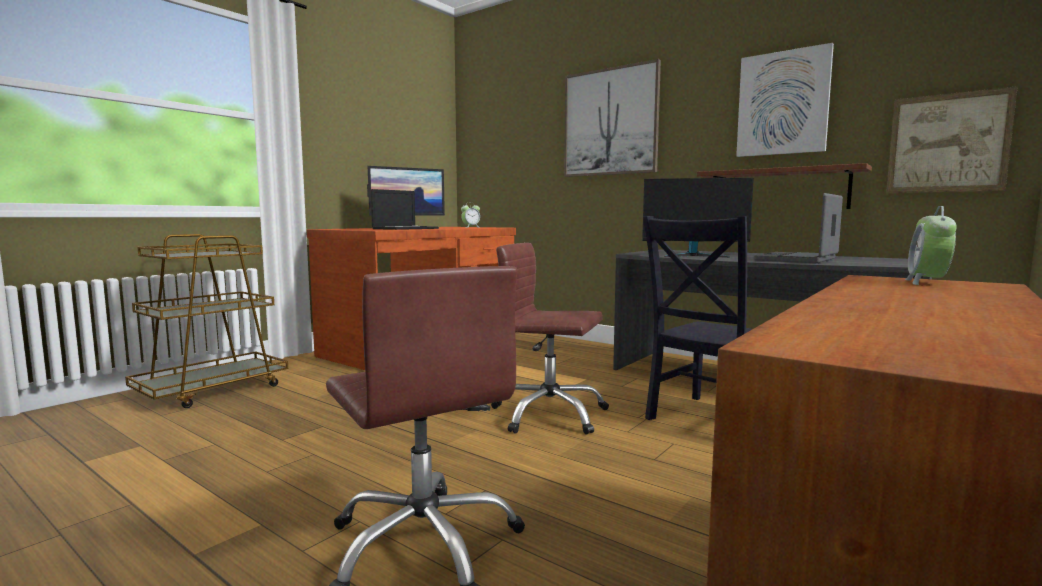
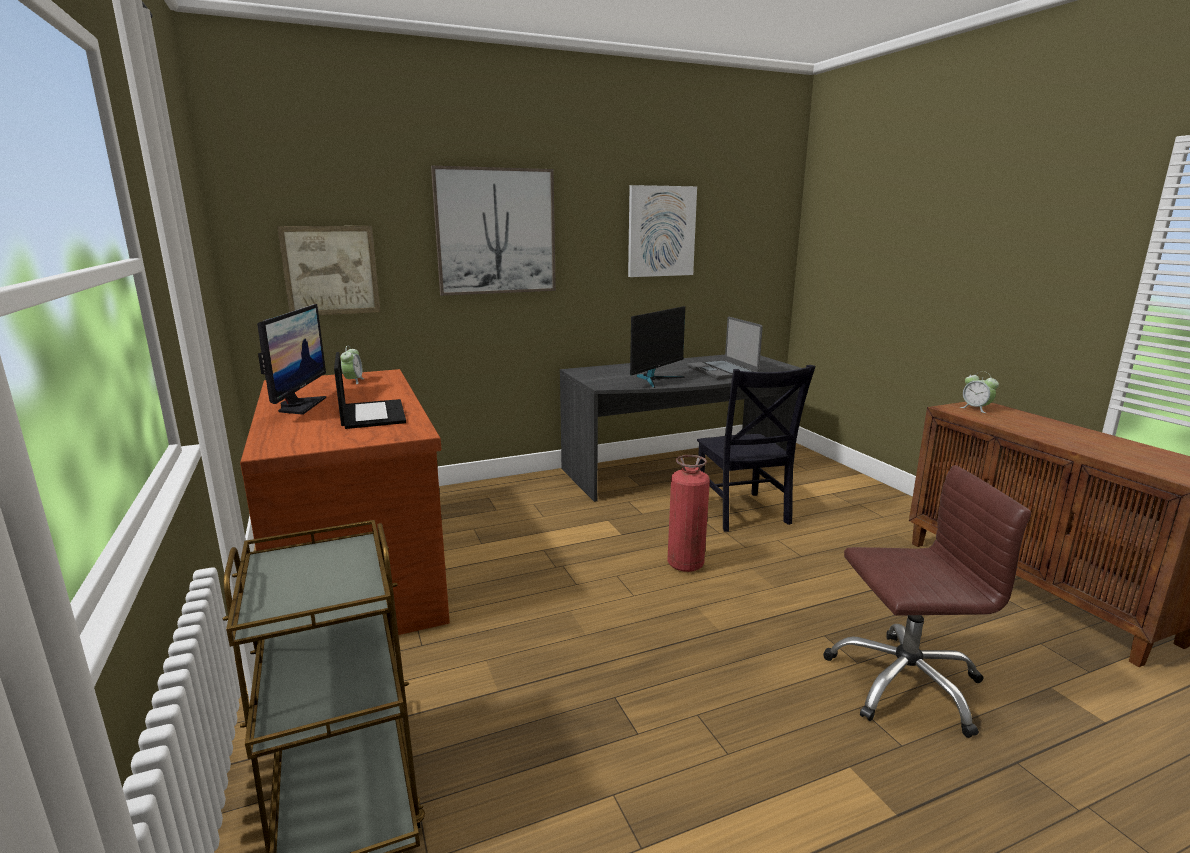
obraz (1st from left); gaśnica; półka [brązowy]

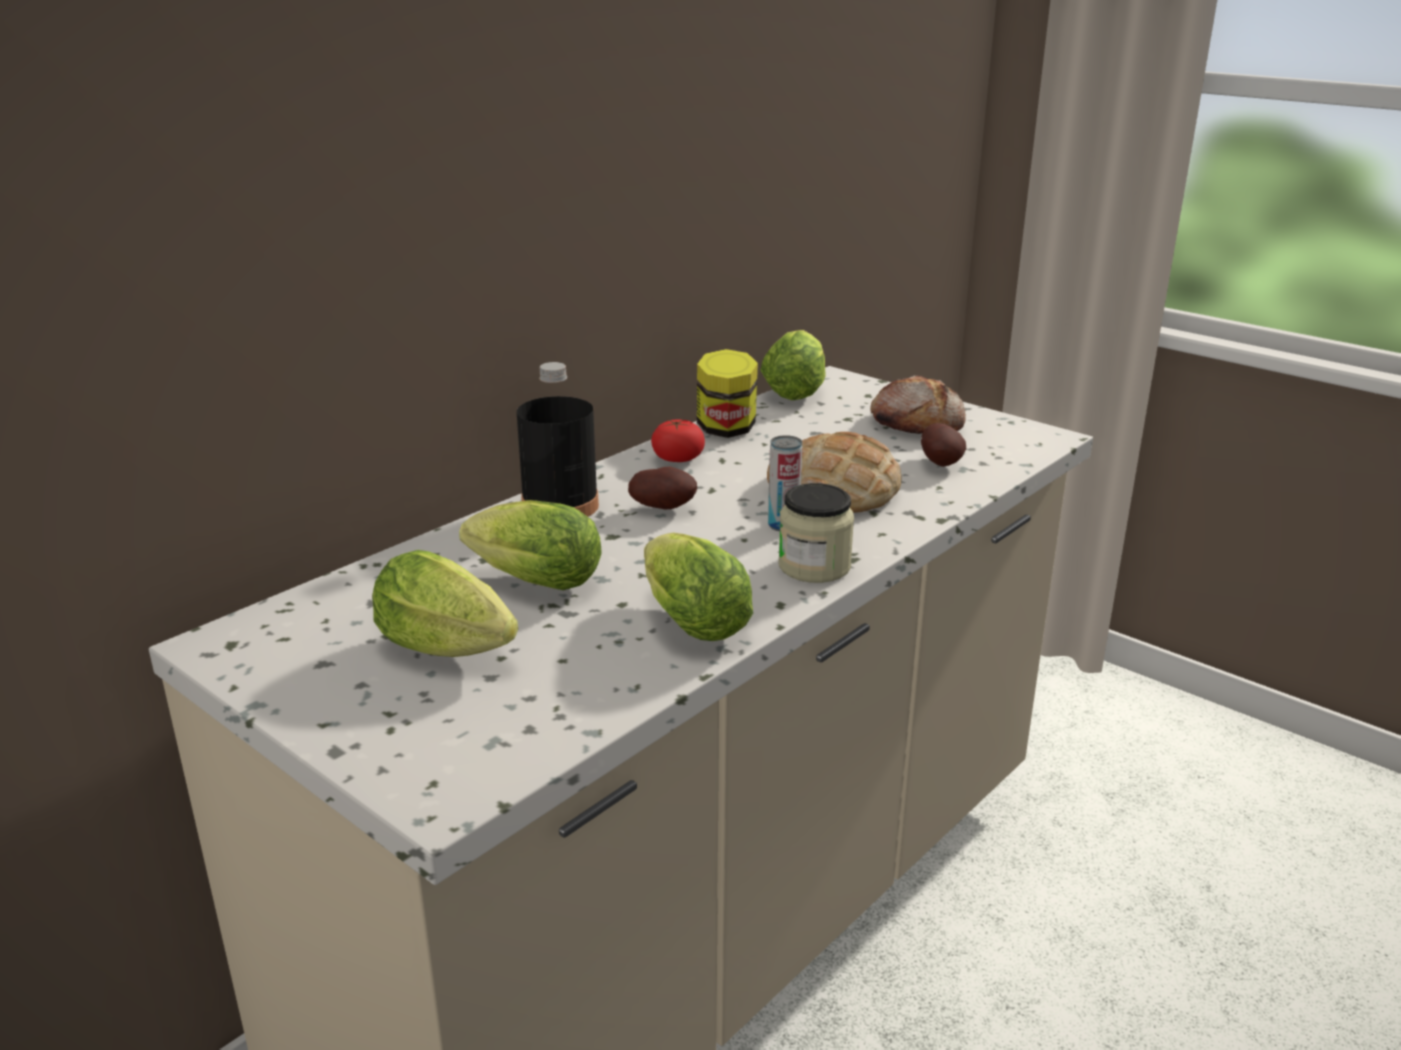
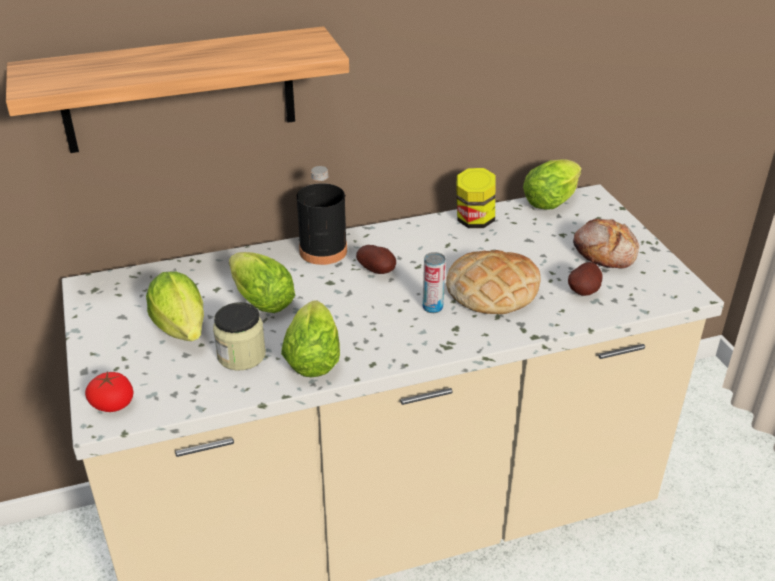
półka; pomidor; słoik (1st from left)

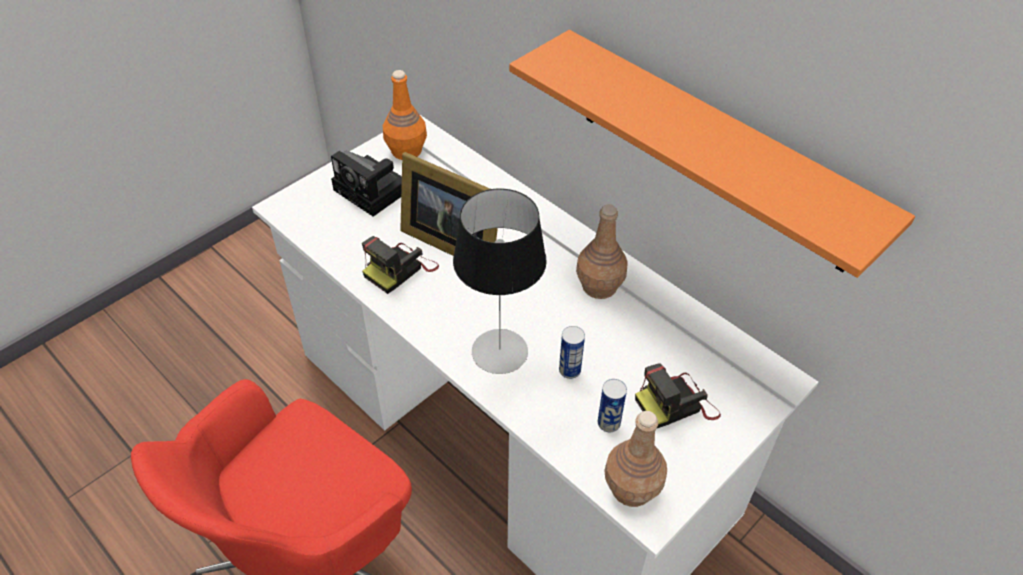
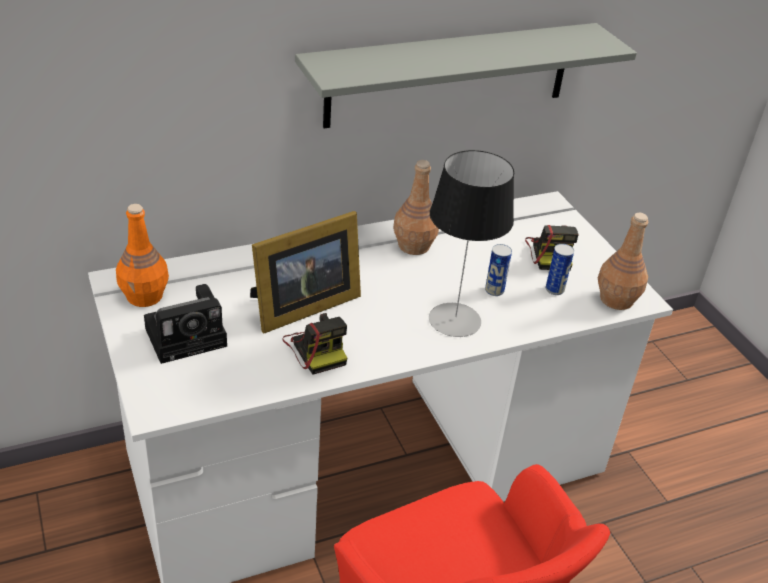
półka [szary]

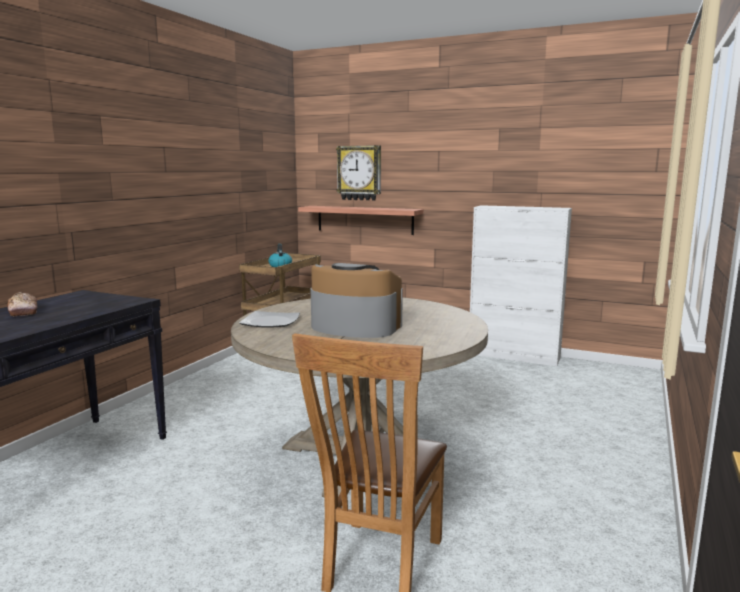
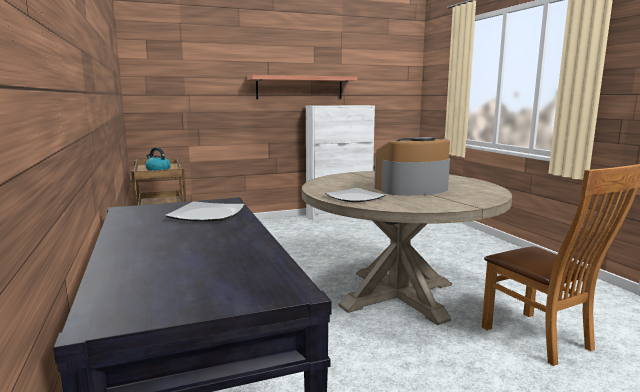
talerz (1st from left); półka; chleb; zegar ścienny

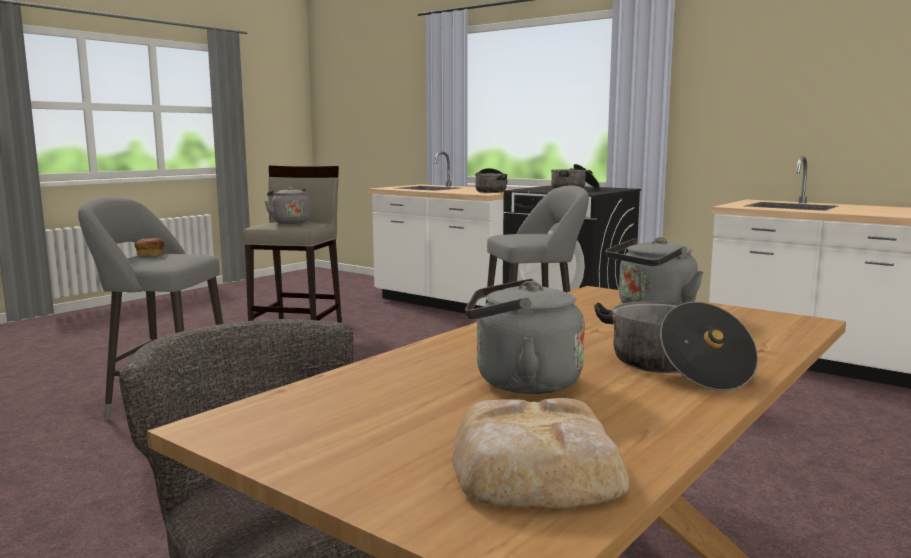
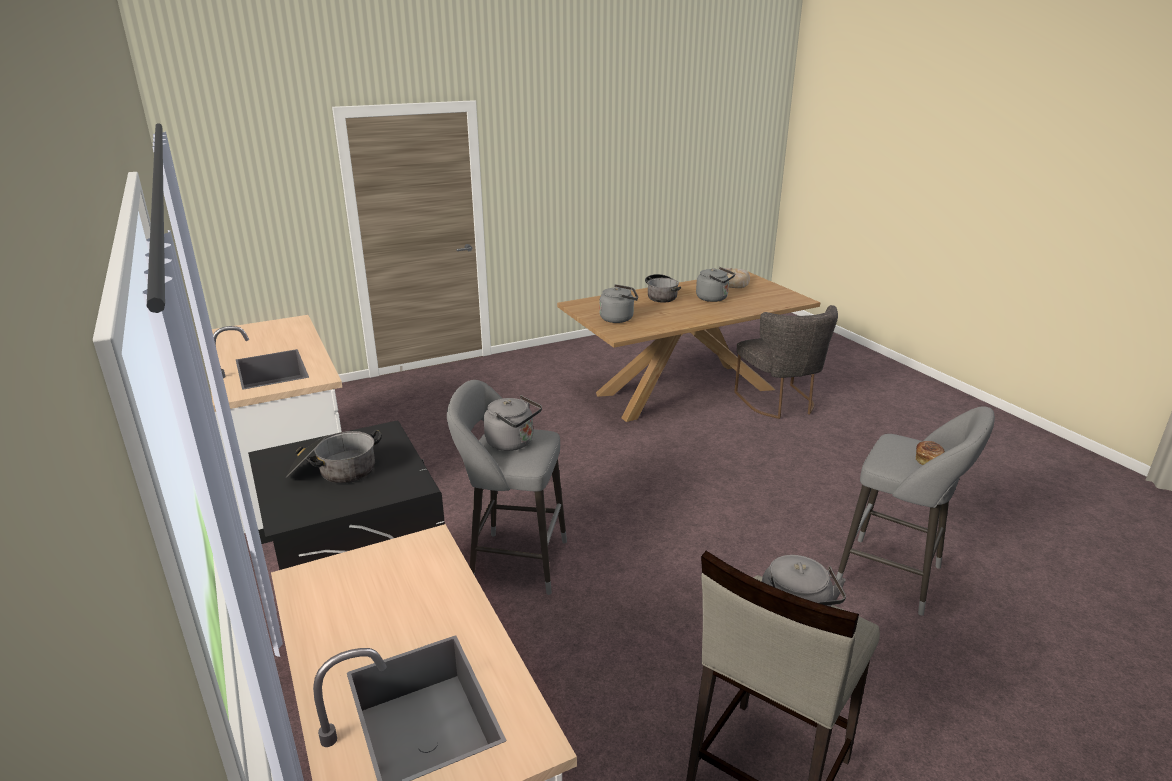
czajnik [szary] (1st from left); garnek (1st from left in the first image)

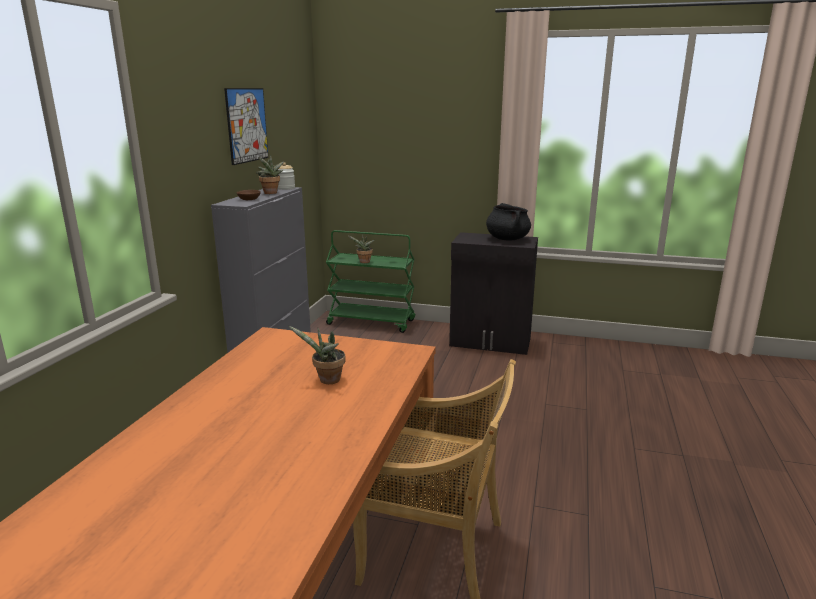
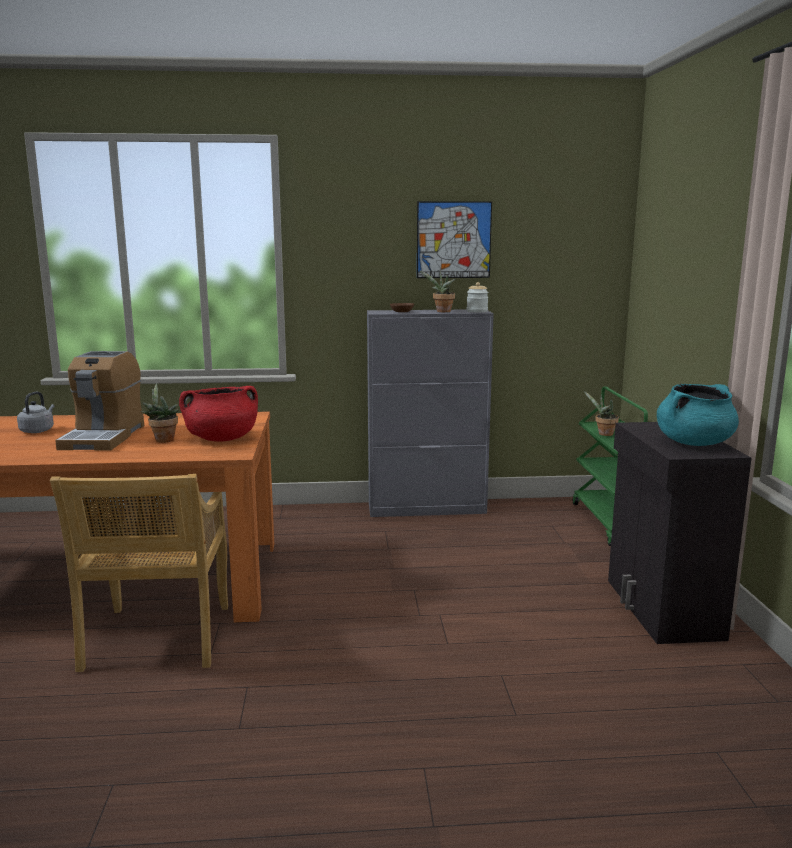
czajnik [szary]; ekspres do kawy; garnek [czerwony]; garnek [turkusowy]

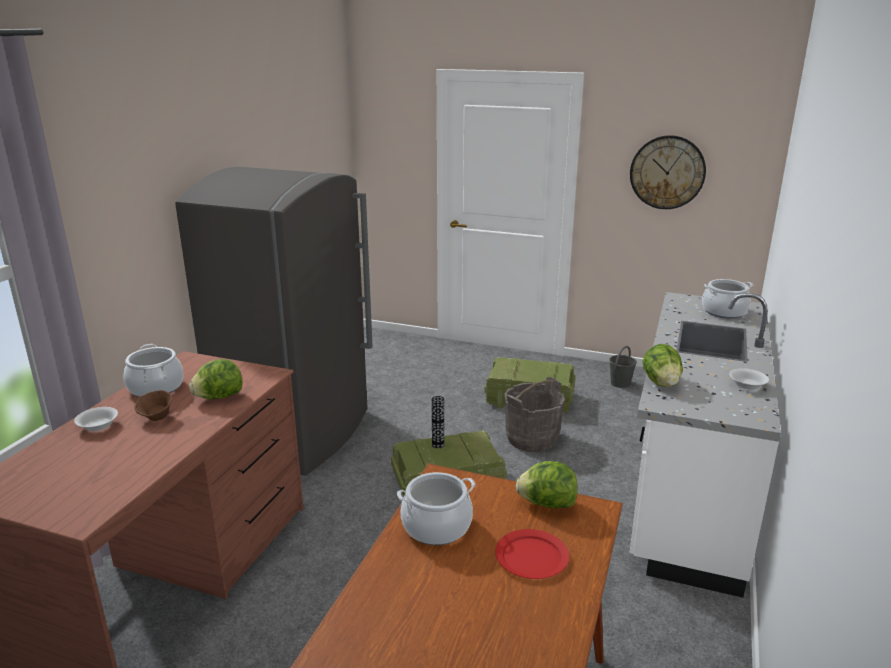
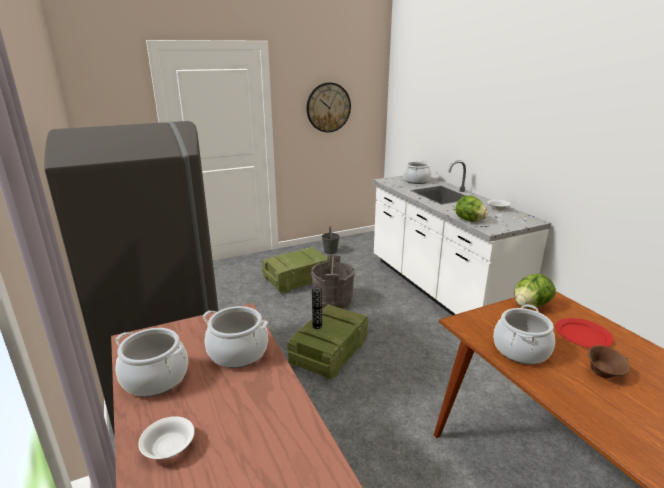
garnek (2nd from left); miska [brązowy]

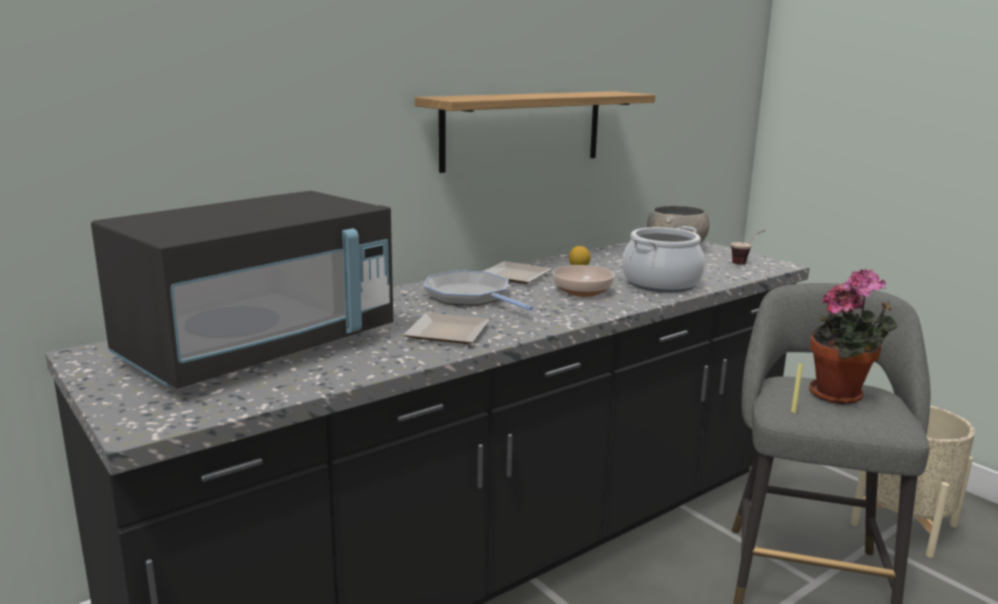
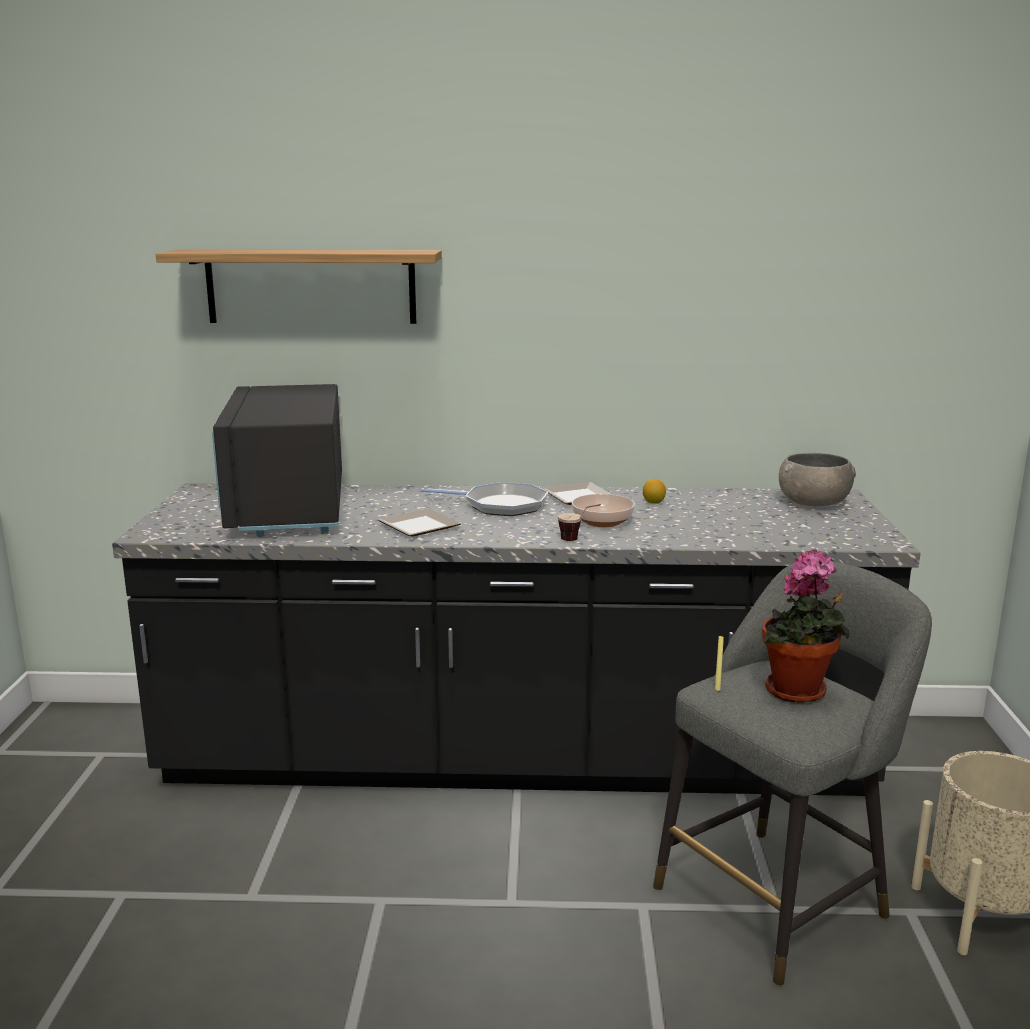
półka; mikrofalówka [czarny]; patelnia; filiżanka; garnek

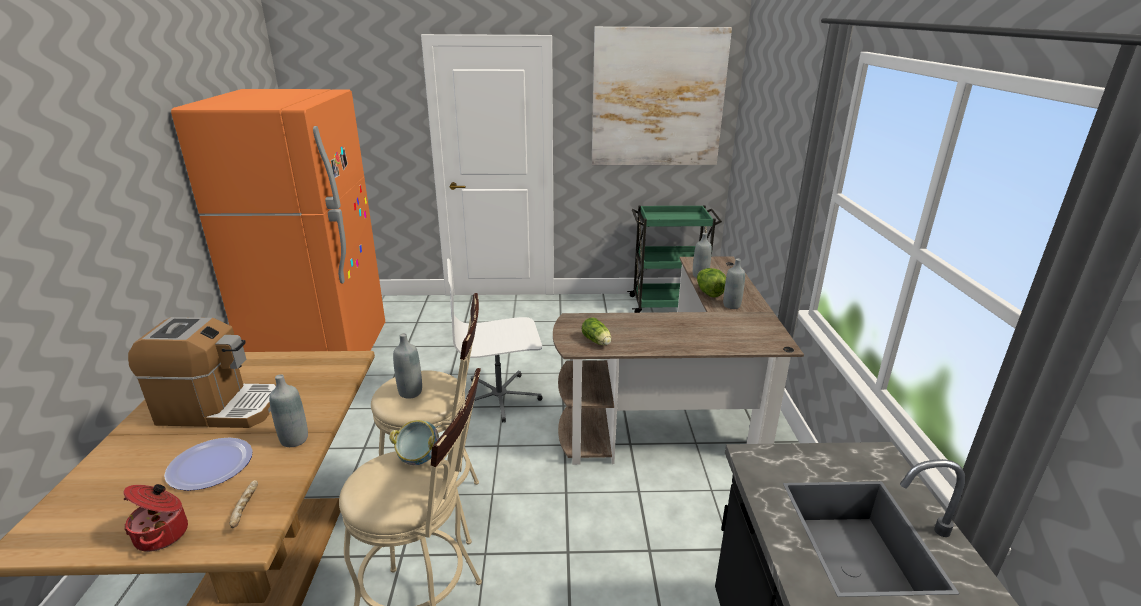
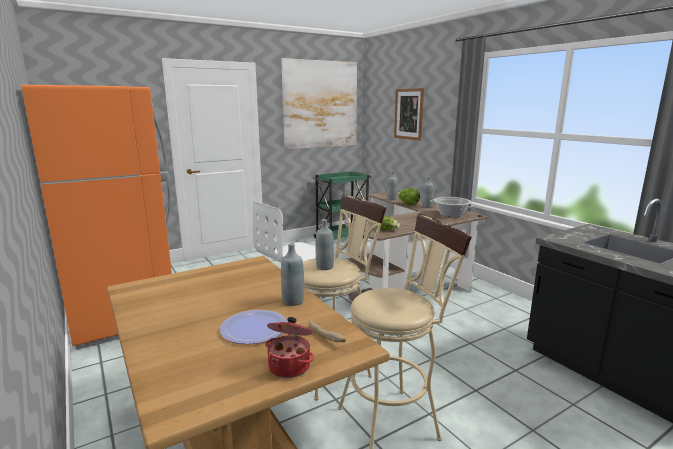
obraz (2nd from left); garnek (2nd from left); ekspres do kawy; miska

